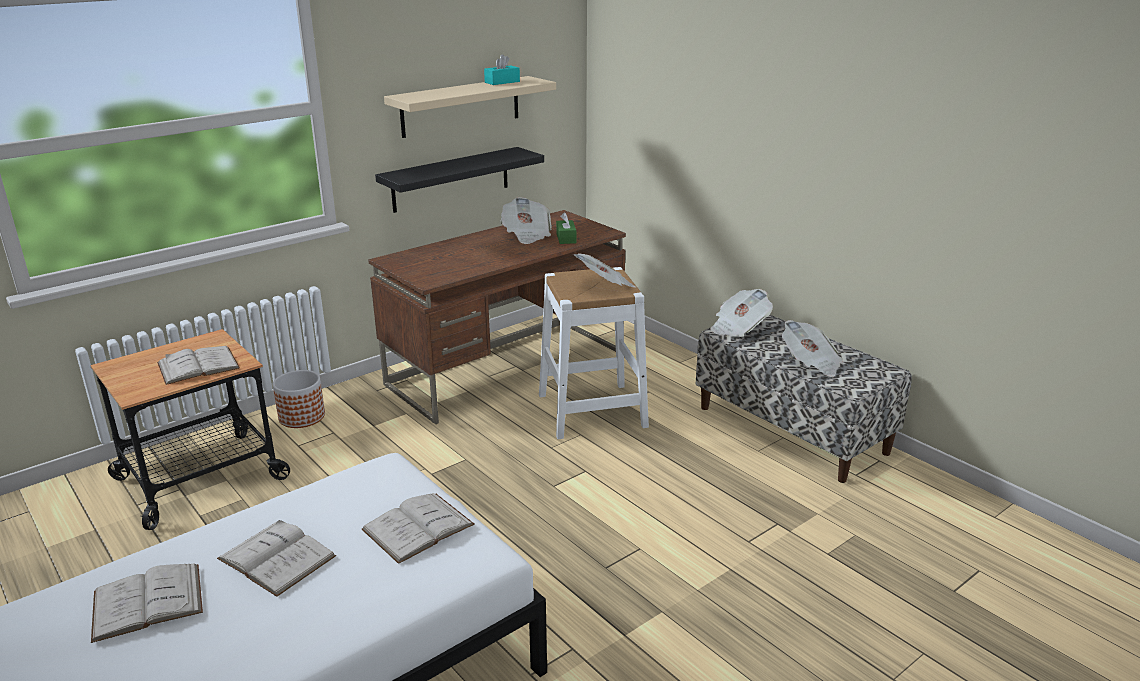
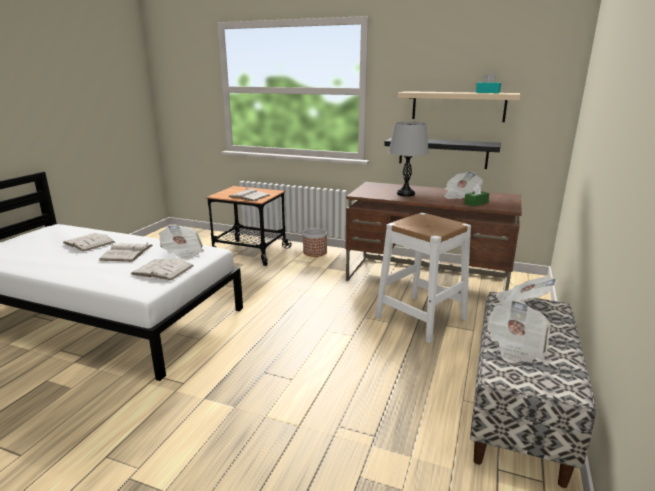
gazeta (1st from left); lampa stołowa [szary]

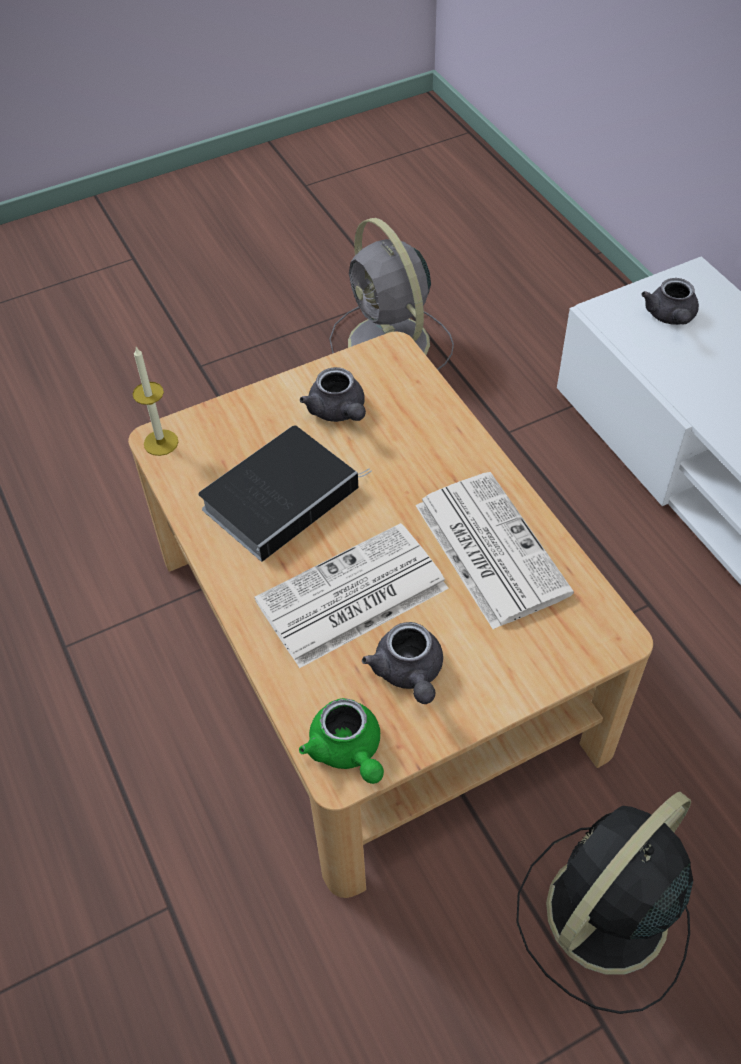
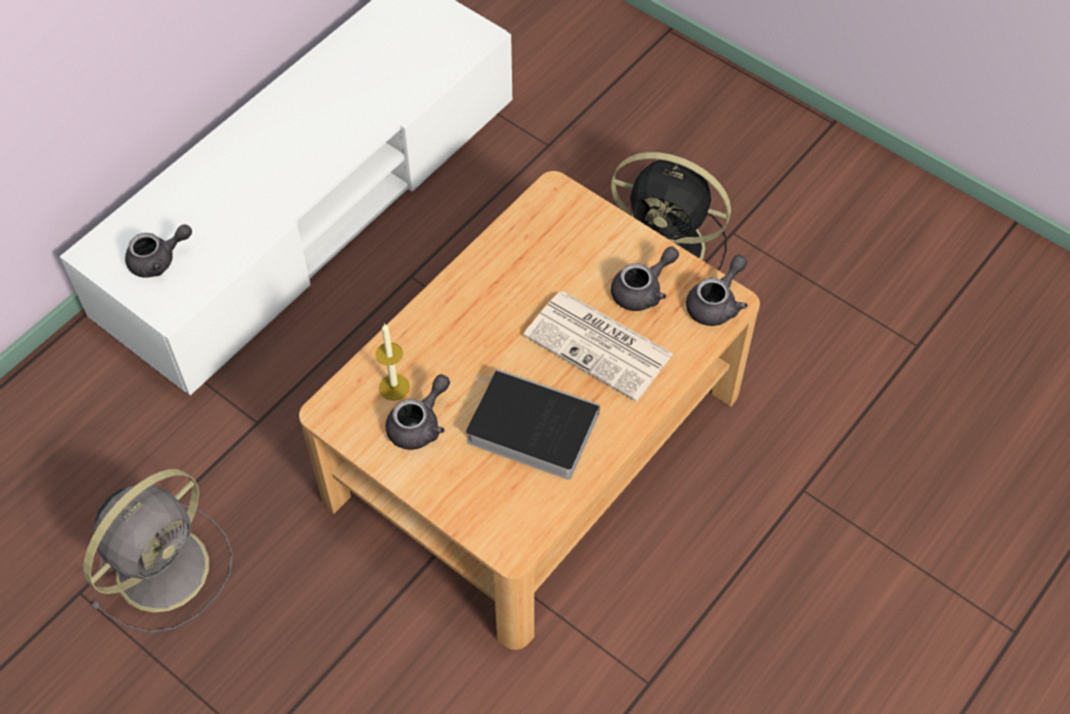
świeca; imbryk [szary] (4th from left); gazeta (2nd from left in the first image)

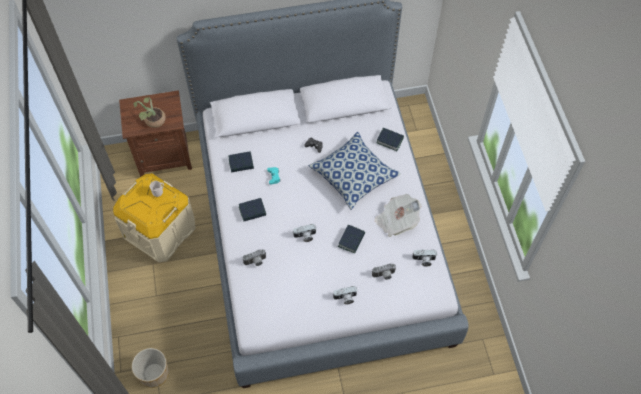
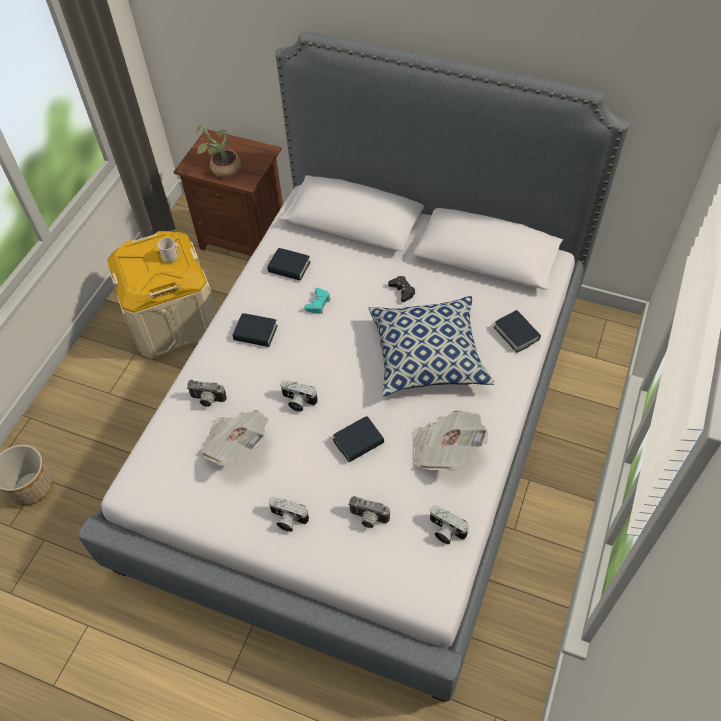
gazeta (1st from left)

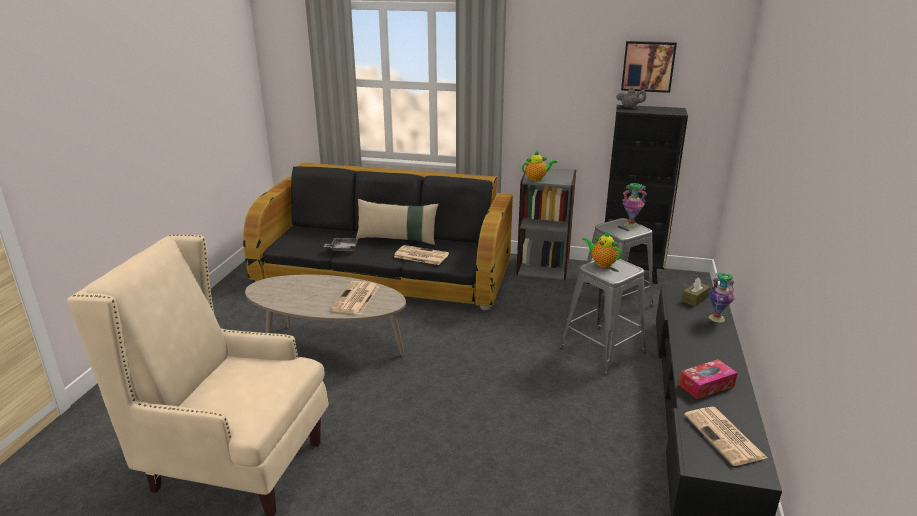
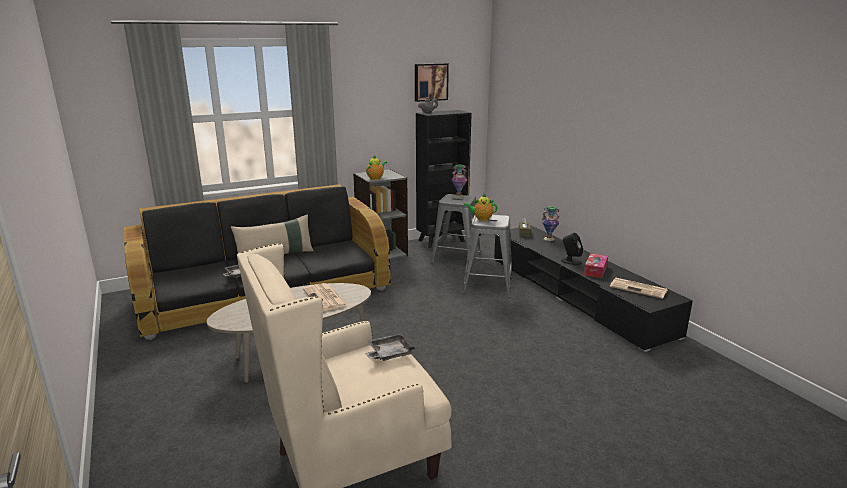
taca [szary] (2nd from left); głośnik [czarny]; gazeta (2nd from left in the first image)

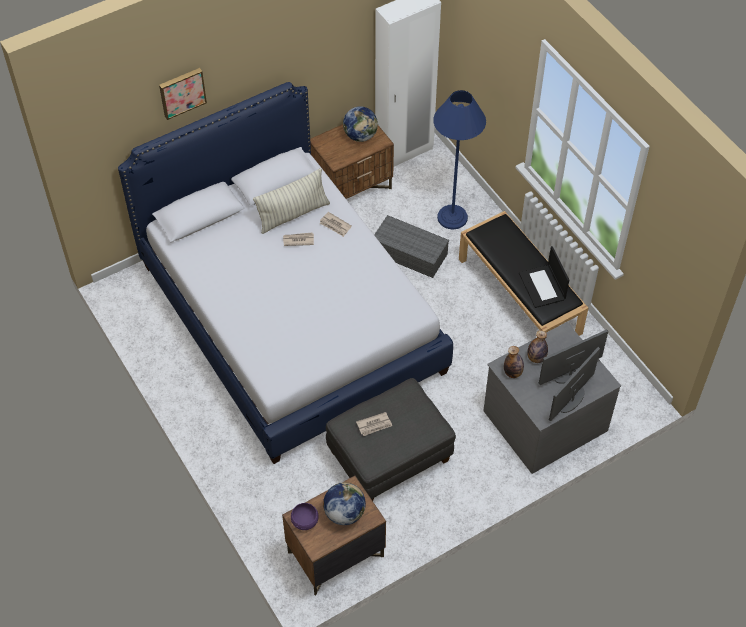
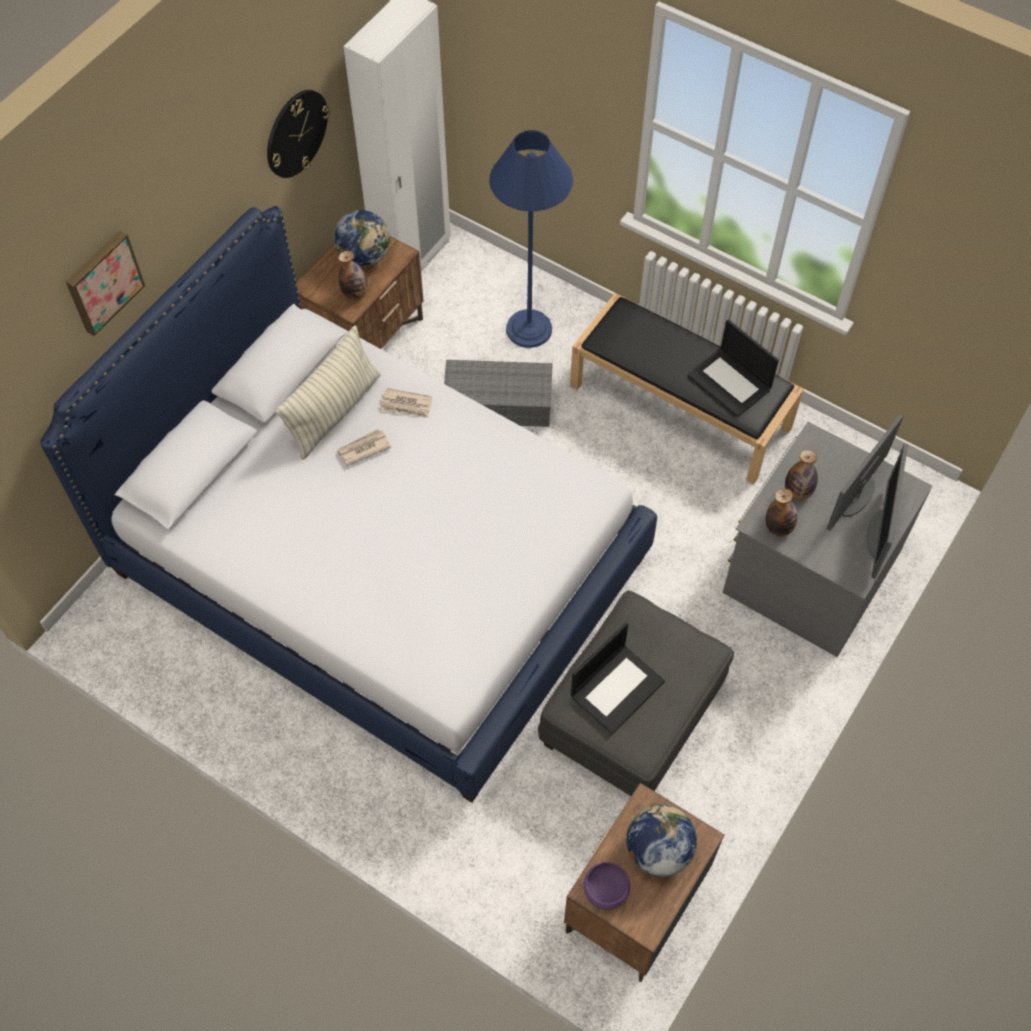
zegar ścienny; butelka (1st from left); laptop (1st from left)

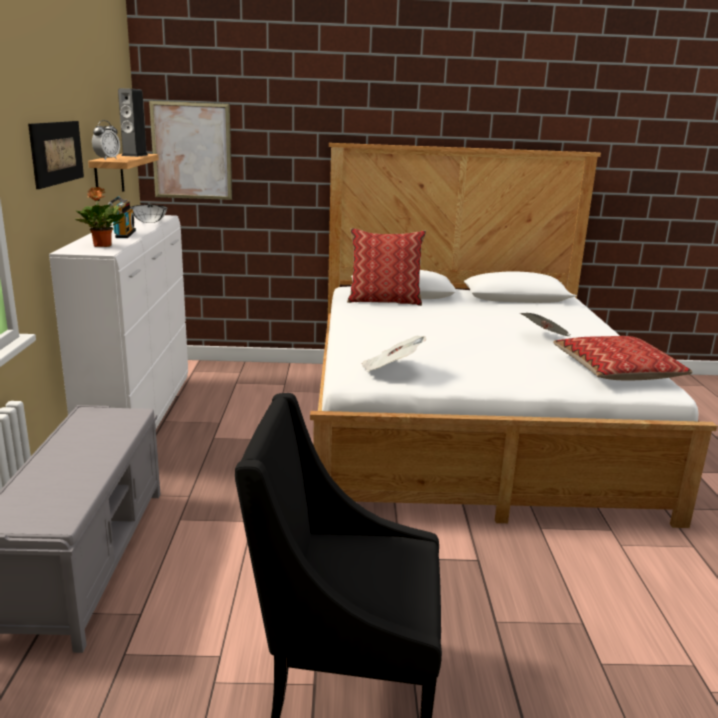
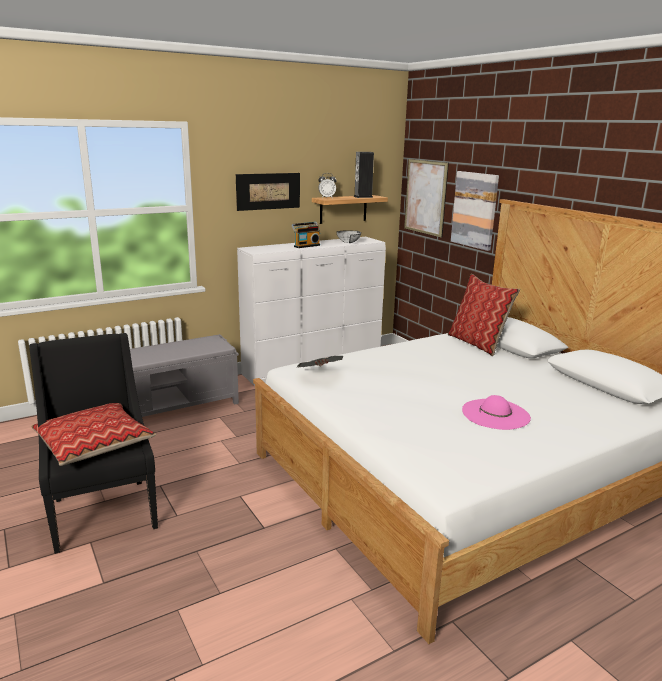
poduszka (1st from left); obraz (3rd from left); kapelusz [różowy]; roślina doniczkowa

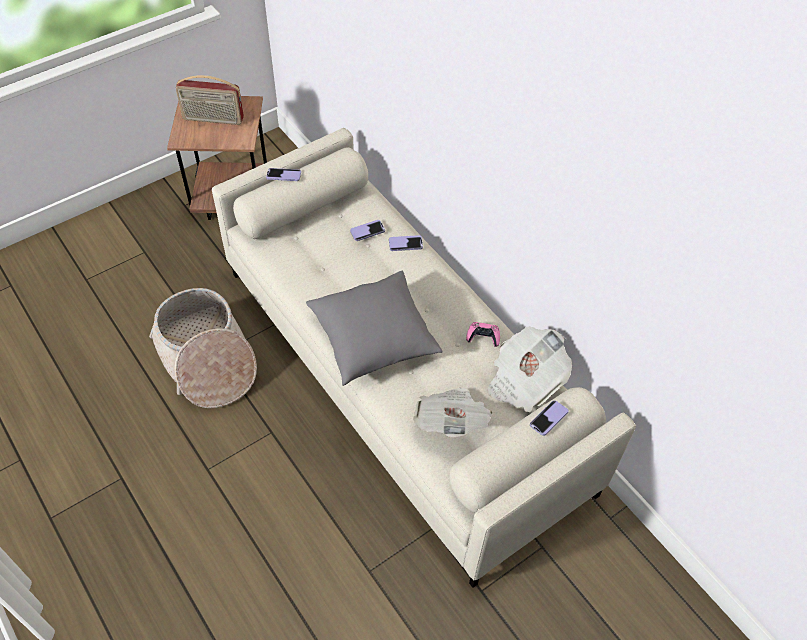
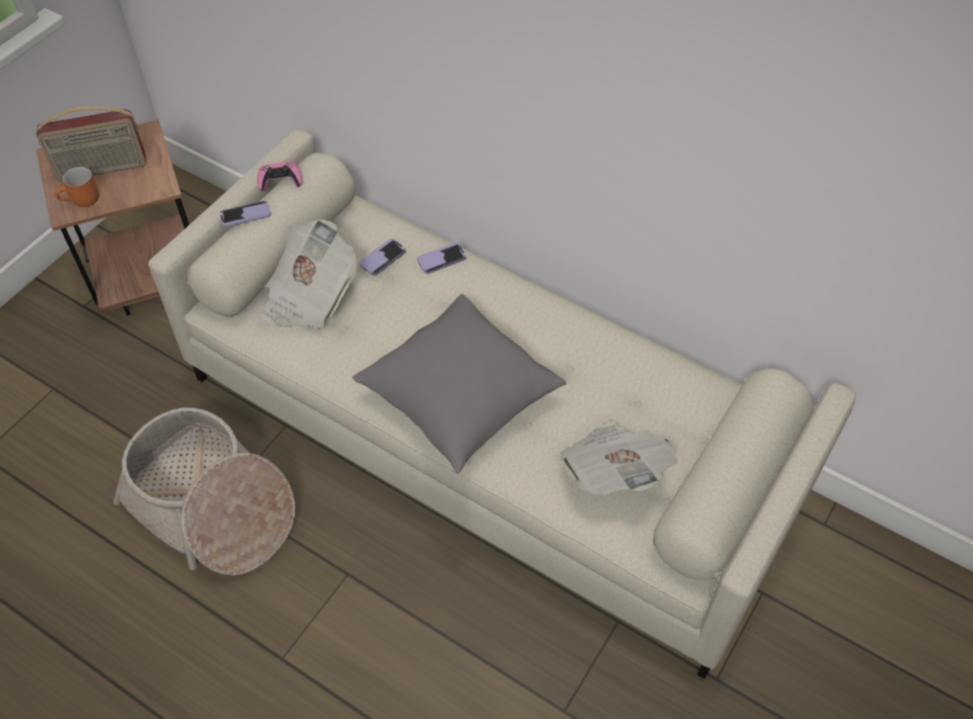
kubek [pomarańczowy]; pad do gier [różowy]; gazeta (1st from left); telefon (4th from left in the first image)

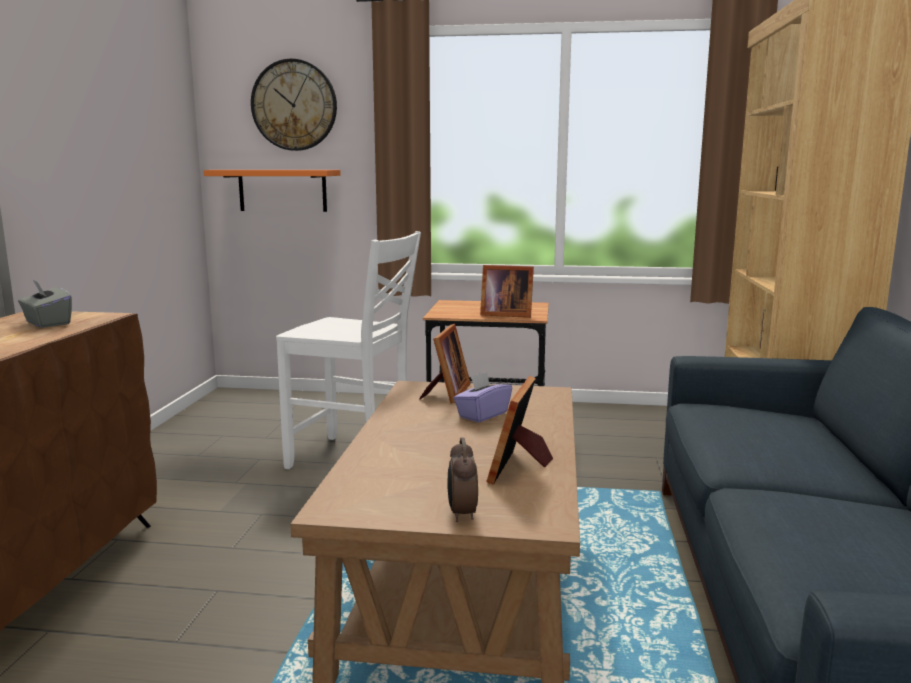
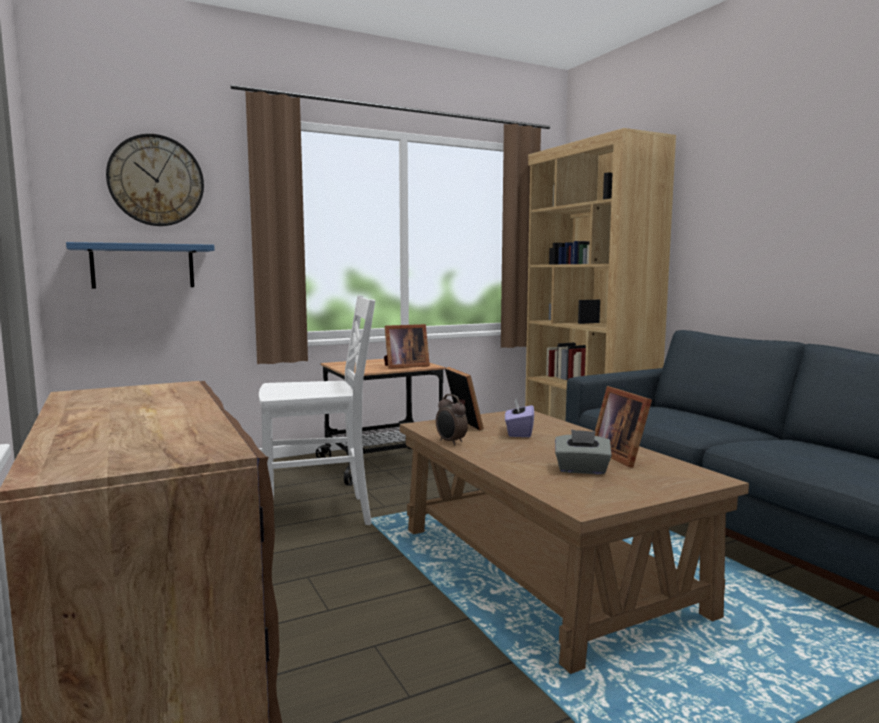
półka [niebieski]; budzik; pudełko chusteczek [szary]

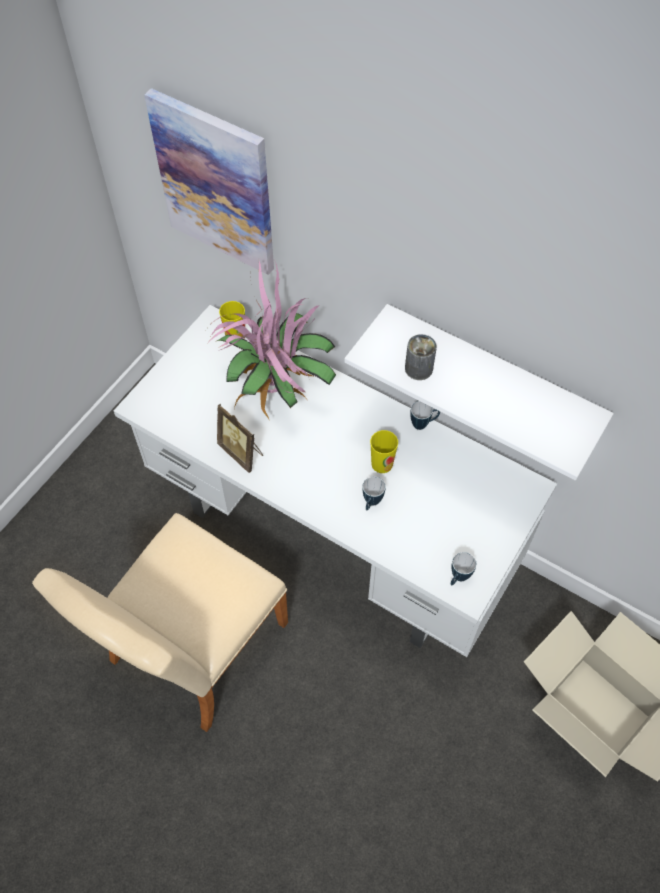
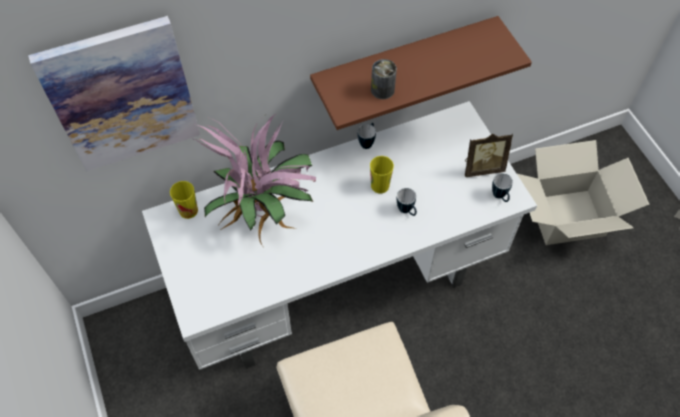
półka [brązowy]; ramka na zdjęcie

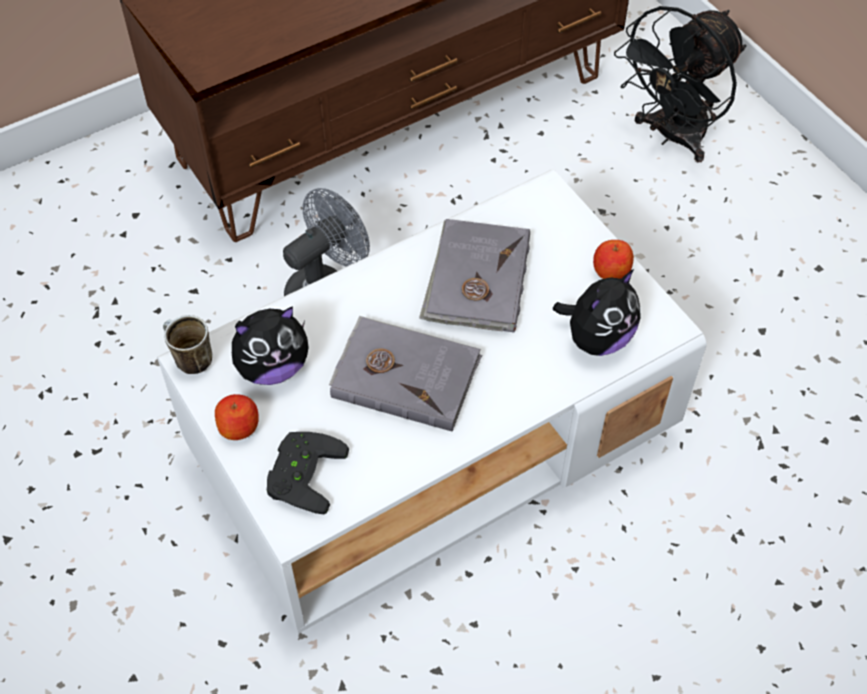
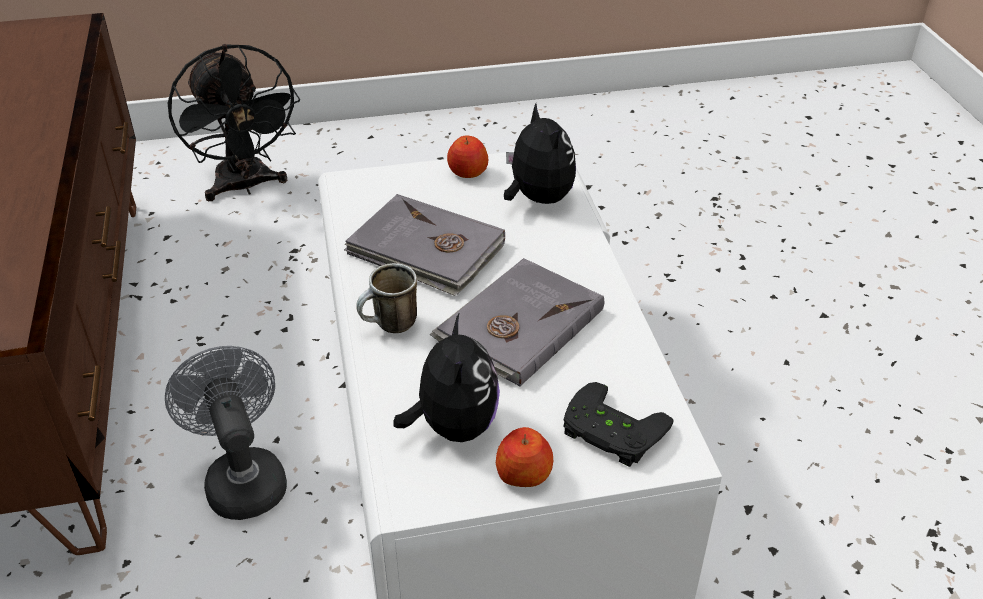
kubek

